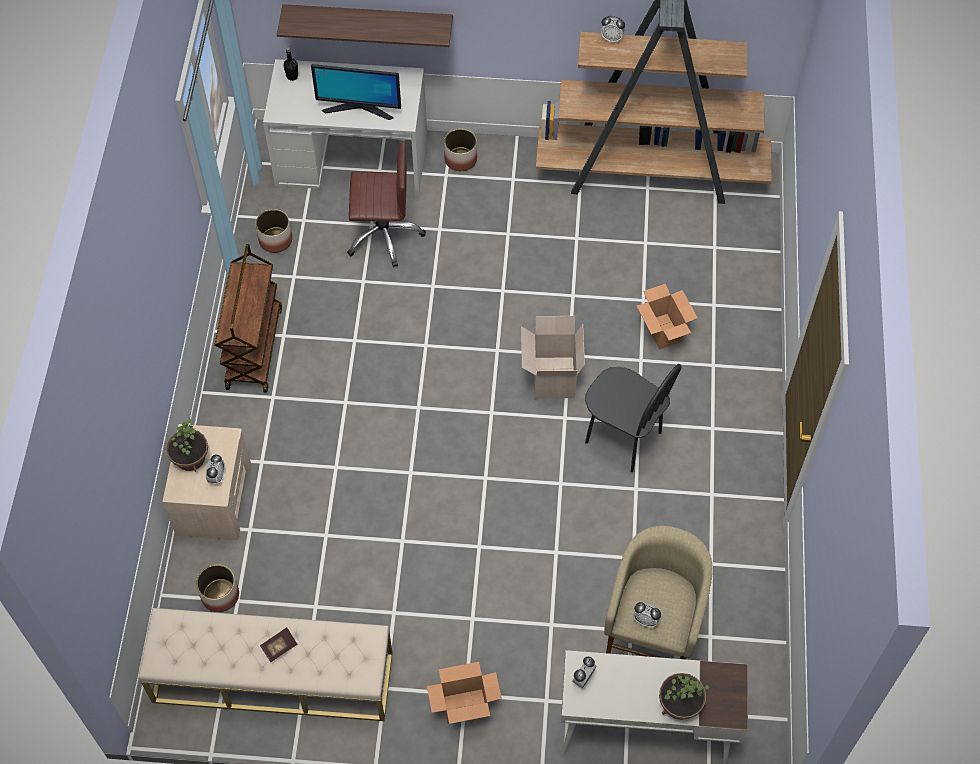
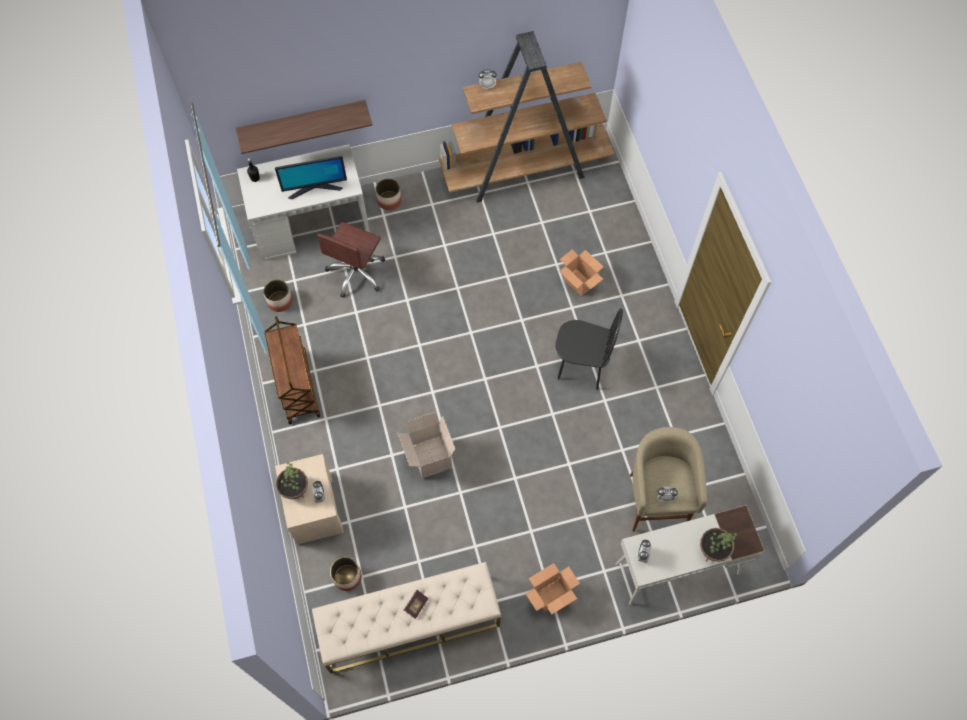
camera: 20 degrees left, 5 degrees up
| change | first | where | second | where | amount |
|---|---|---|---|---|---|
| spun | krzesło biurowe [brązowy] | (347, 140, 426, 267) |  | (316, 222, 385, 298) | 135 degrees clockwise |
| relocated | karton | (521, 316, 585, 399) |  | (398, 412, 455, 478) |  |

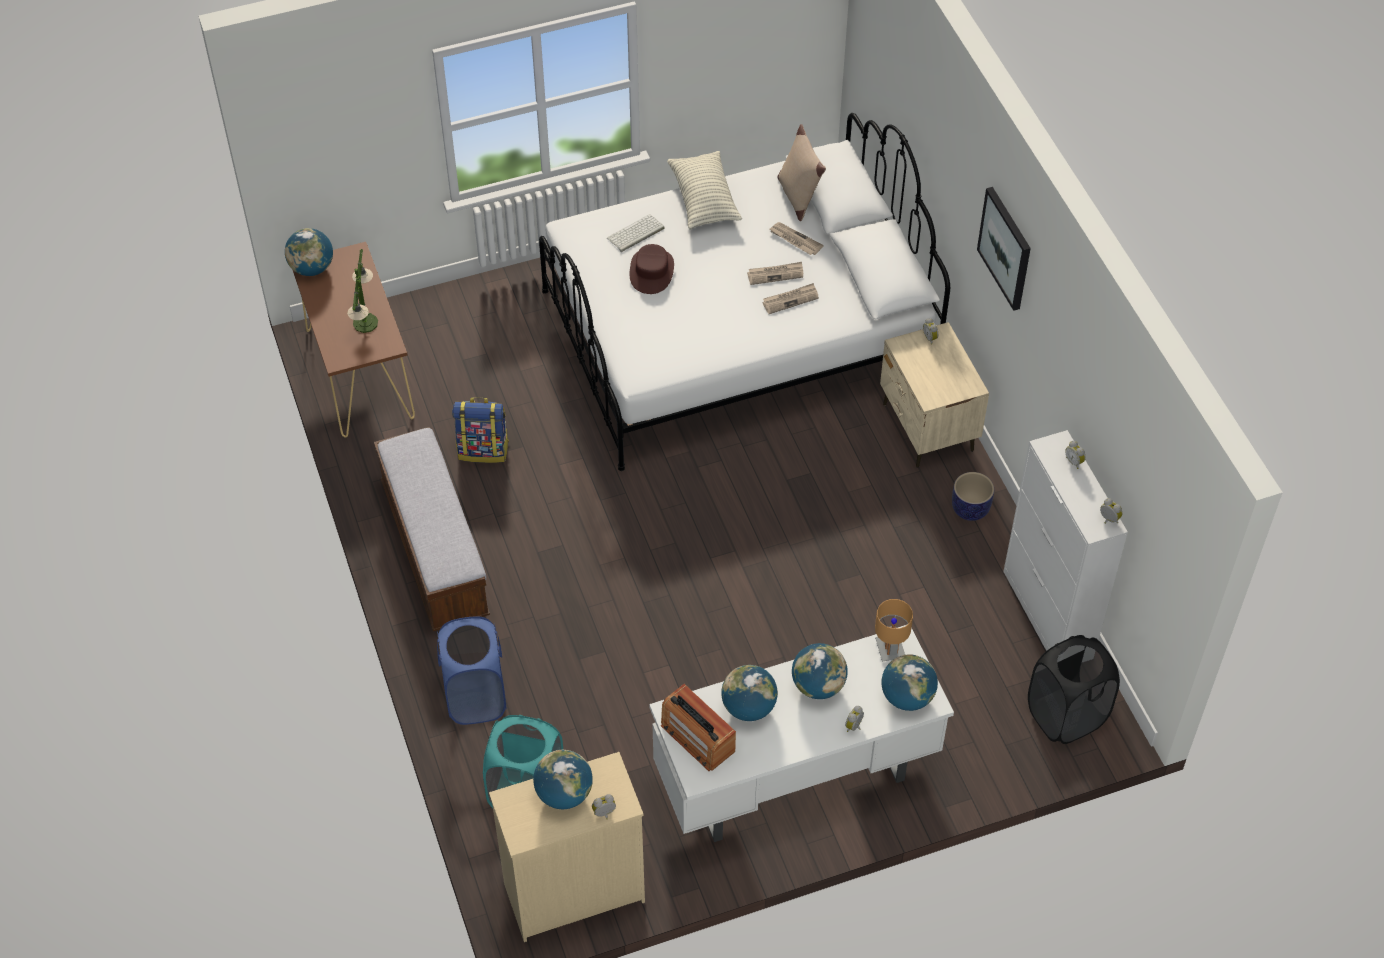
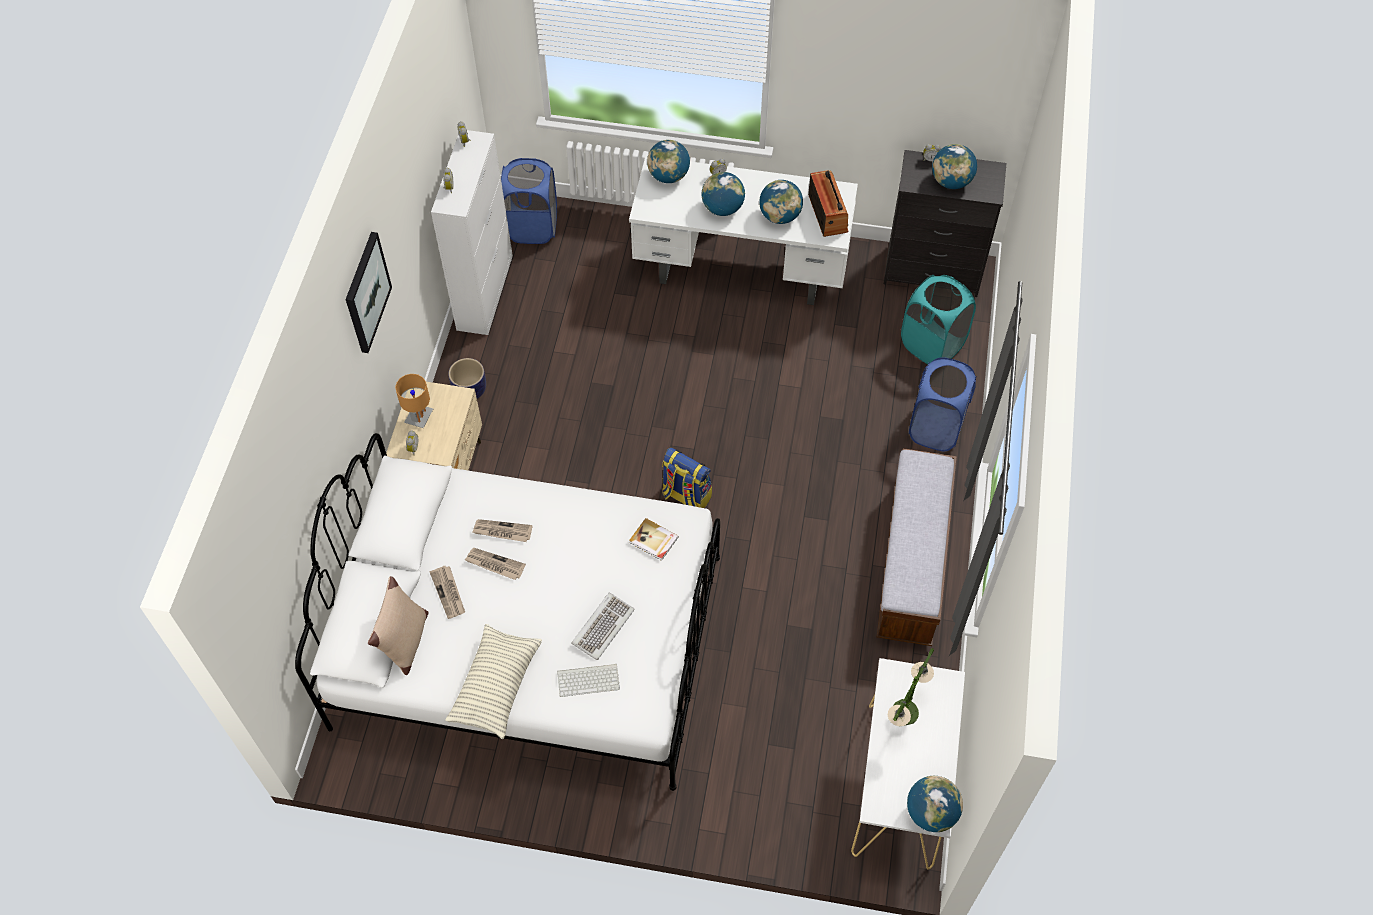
camera: 150 degrees left, 5 degrees up
| change | first | where | second | where | amount |
|---|---|---|---|---|---|
| colour | stolik konsolowy [brązowy] | (293, 242, 415, 438) | stolik konsolowy [biały] | (851, 658, 965, 870) |  |
| relocated | plecak | (452, 397, 509, 463) |  | (662, 448, 712, 508) |  |
| colour | komoda [beżowy] | (489, 752, 645, 942) | komoda [czarny] | (884, 150, 1007, 297) |  |
| exchanged | kapelusz [brązowy] | (630, 244, 674, 294) | klawiatura | (572, 592, 635, 660) |  |
| relocated | lampa stołowa [brązowy] | (875, 599, 913, 662) |  | (395, 374, 433, 428) |  |
| colour | kosz na pranie [czarny] | (1028, 635, 1120, 744) | kosz na pranie [niebieski] | (501, 158, 557, 244) |  |
| appeared |  |  | książka | (629, 518, 678, 561) |  |

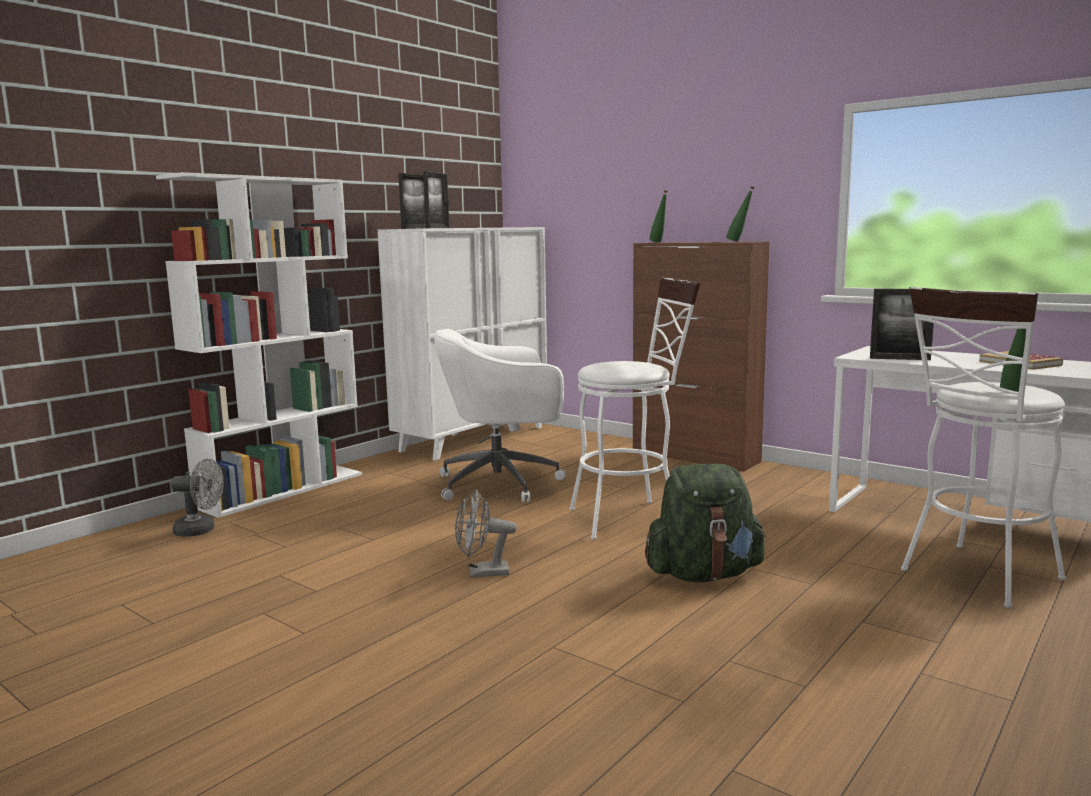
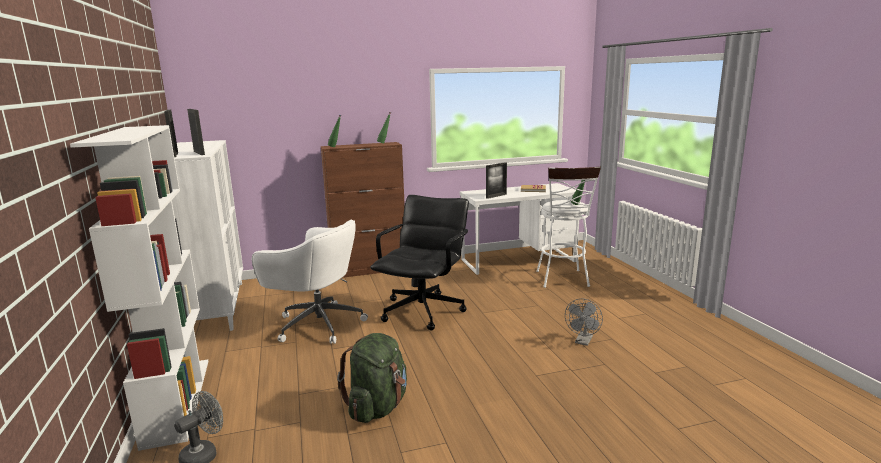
camera: 55 degrees left, 5 degrees up
| change | first | where | second | where | amount |
|---|---|---|---|---|---|
| spun | krzesło biurowe [biały] | (434, 329, 566, 503) |  | (252, 220, 368, 344) | 90 degrees counterclockwise |
| relocated | wentylator [szary] | (455, 490, 517, 578) |  | (565, 299, 603, 346) |  |
| exchanged | stołek [biały] | (569, 277, 700, 540) | krzesło biurowe [czarny] | (370, 195, 469, 330) |  |
| relocated | plecak [zielony] | (645, 464, 766, 582) |  | (337, 333, 407, 423) |  |

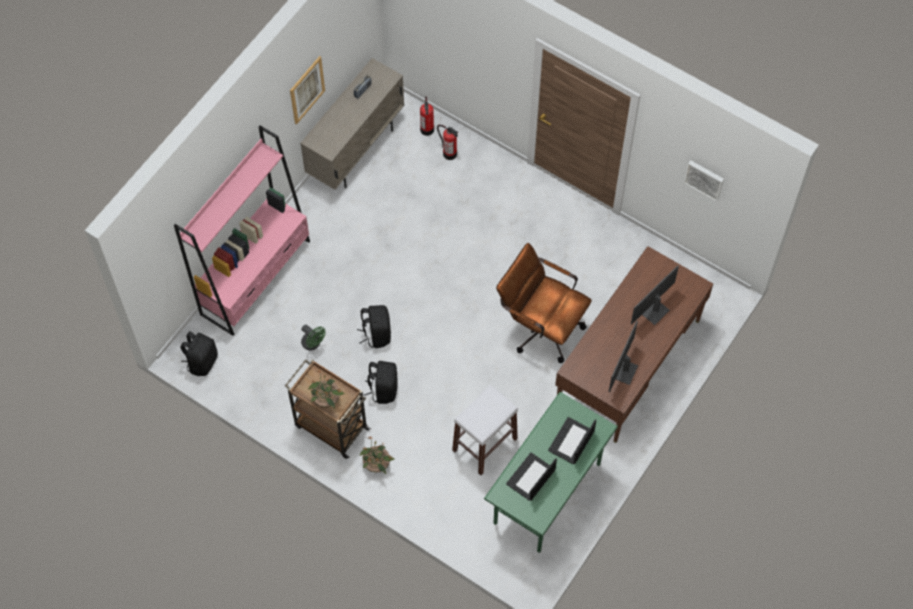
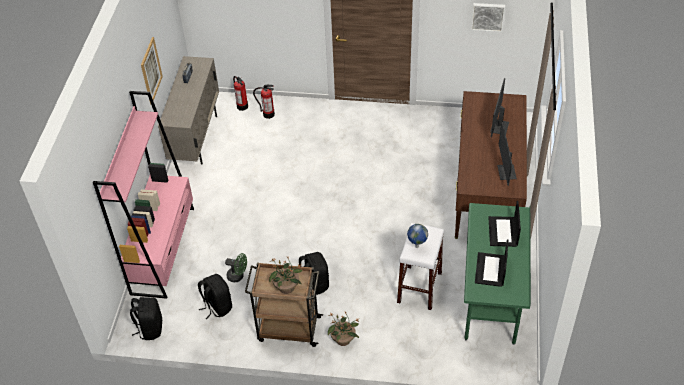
camera: 25 degrees left, 15 degrees down
| change | first | where | second | where | amount |
|---|---|---|---|---|---|
| relocated | plecak [czarny] | (357, 305, 391, 348) |  | (198, 274, 232, 320) |  |
| missing | krzesło biurowe [brązowy] | (496, 243, 592, 363) |  |  |  |
| appeared |  |  | globus | (407, 224, 428, 248) |  |

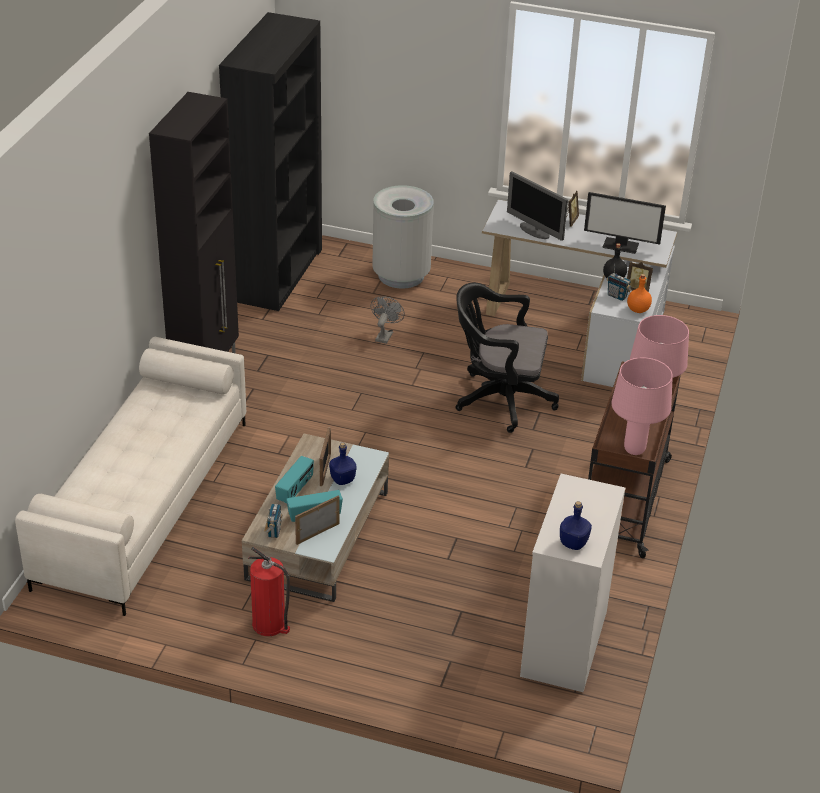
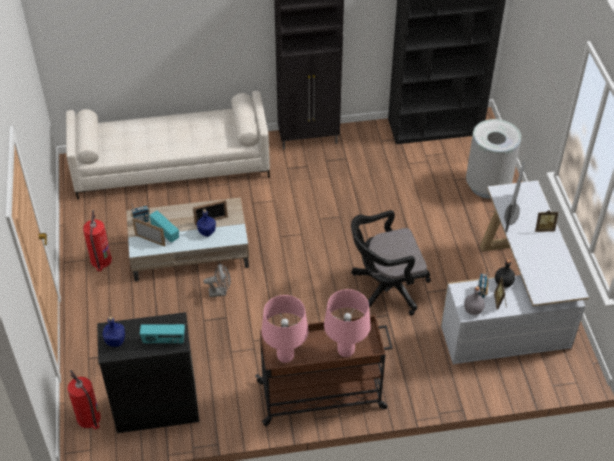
camera: 65 degrees right, 10 degrees up
| change | first | where | second | where | amount |
|---|---|---|---|---|---|
| relocated | radio | (275, 456, 314, 503) |  | (140, 324, 185, 344) |  |
| relocated | wentylator [szary] | (370, 296, 405, 344) |  | (204, 263, 231, 297) |  |
| spun | krzesło biurowe [czarny] | (456, 283, 559, 433) |  | (351, 210, 431, 315) | 90 degrees counterclockwise |
| colour | komoda [biały] | (520, 474, 625, 692) | komoda [czarny] | (97, 312, 199, 433) |  |
| missing | monitor | (584, 192, 666, 254) |  |  |  |
| colour | butelka [pomarańczowy] | (627, 274, 652, 313) | butelka [szary] | (464, 286, 485, 315) |  |
| appeared |  |  | gaśnica | (67, 370, 101, 430) |  |

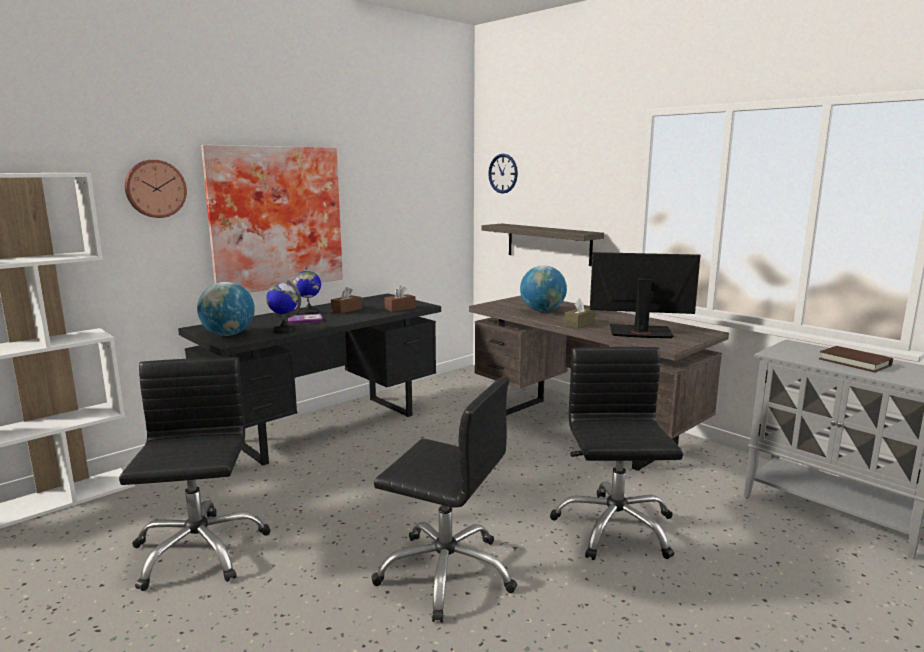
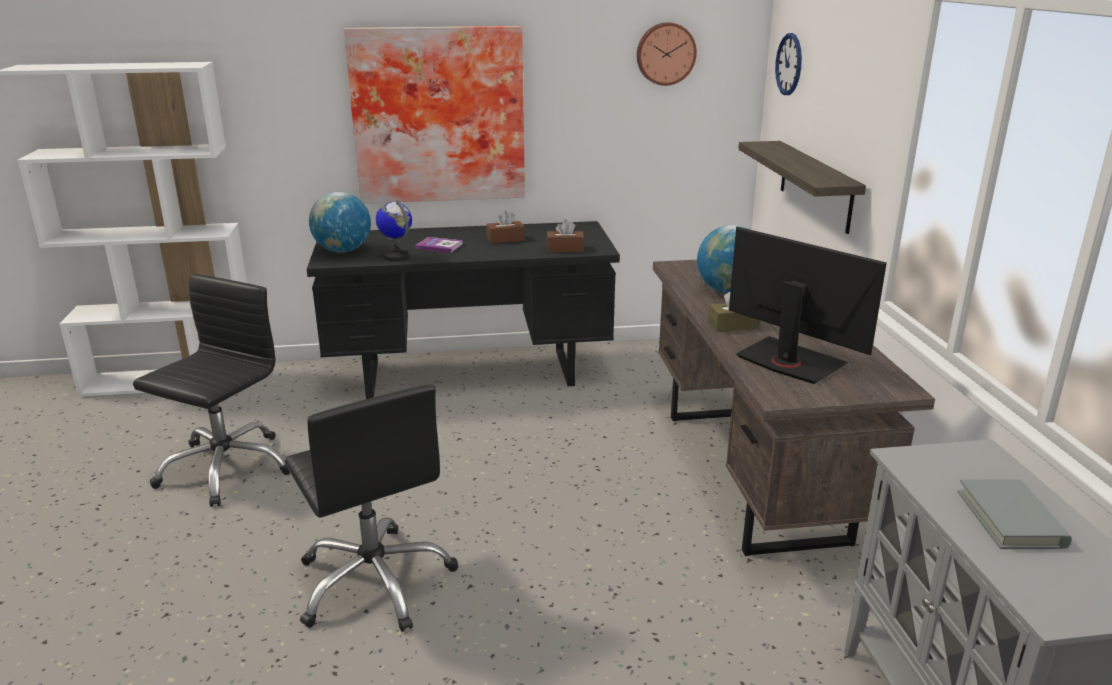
camera: 35 degrees right, 10 degrees up
| change | first | where | second | where | amount |
|---|---|---|---|---|---|
| relocated | zegar ścienny | (125, 160, 187, 218) |  | (637, 22, 697, 86) |  |
| missing | globus | (293, 266, 321, 315) |  |  |  |
| missing | krzesło biurowe [czarny] | (550, 347, 683, 560) |  |  |  |
| colour | książka [brązowy] | (819, 346, 893, 373) | książka [szary] | (957, 479, 1072, 549) |  |

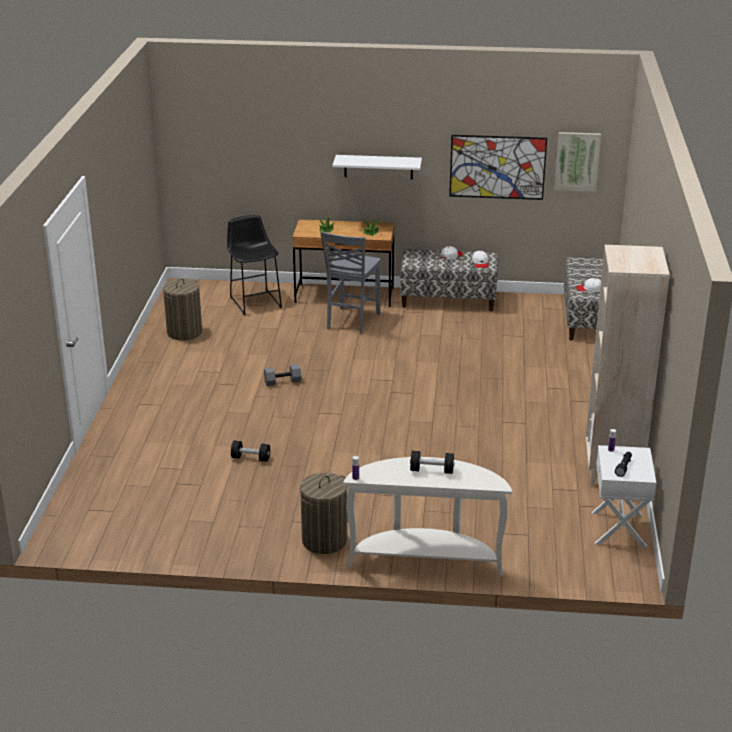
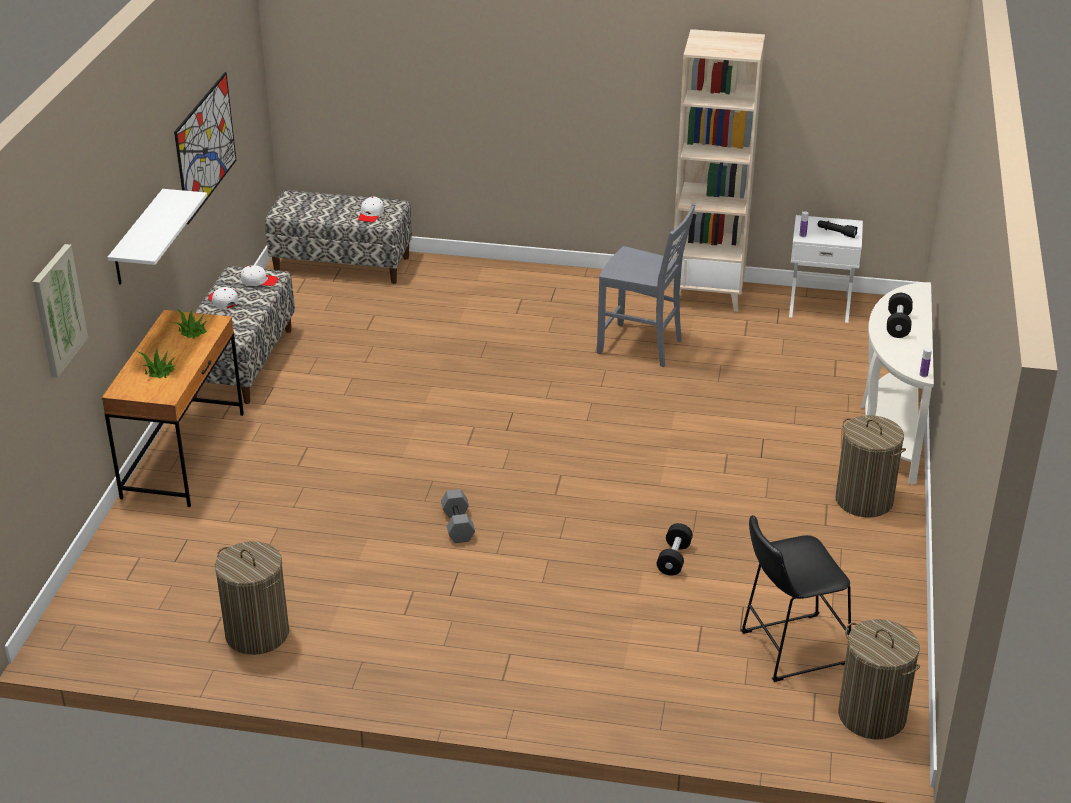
camera: 85 degrees left, 5 degrees up
| change | first | where | second | where | amount |
|---|---|---|---|---|---|
| relocated | stołek [czarny] | (227, 215, 282, 315) |  | (741, 515, 851, 682) |  |
| relocated | krzesło [szary] | (320, 231, 381, 334) |  | (597, 203, 696, 367) |  |
| relocated | obraz | (554, 132, 601, 192) |  | (33, 244, 88, 378) |  |
| appeared |  |  | kosz na pranie | (838, 619, 920, 739) |  |

